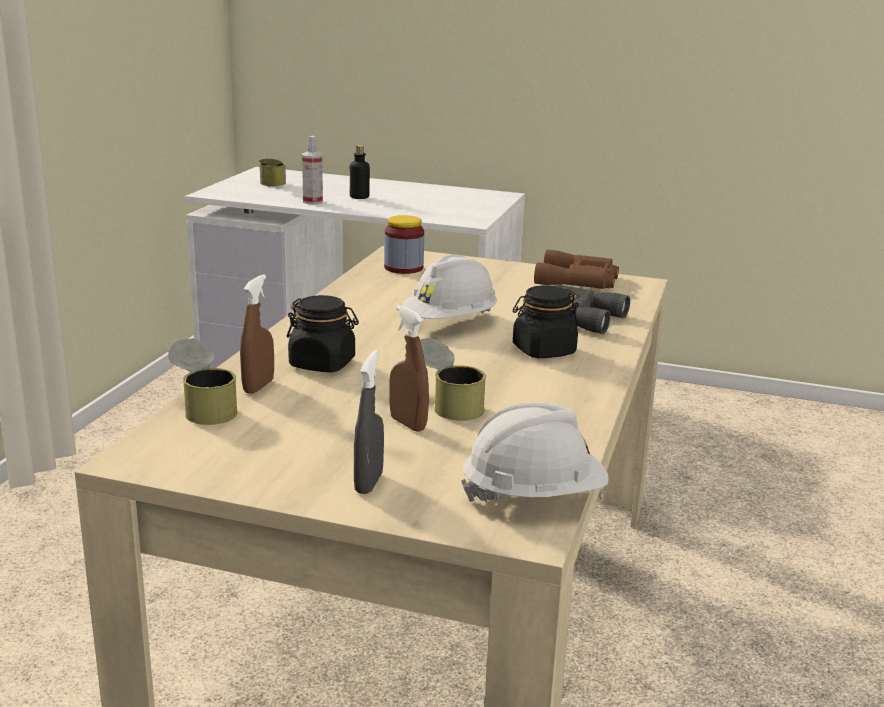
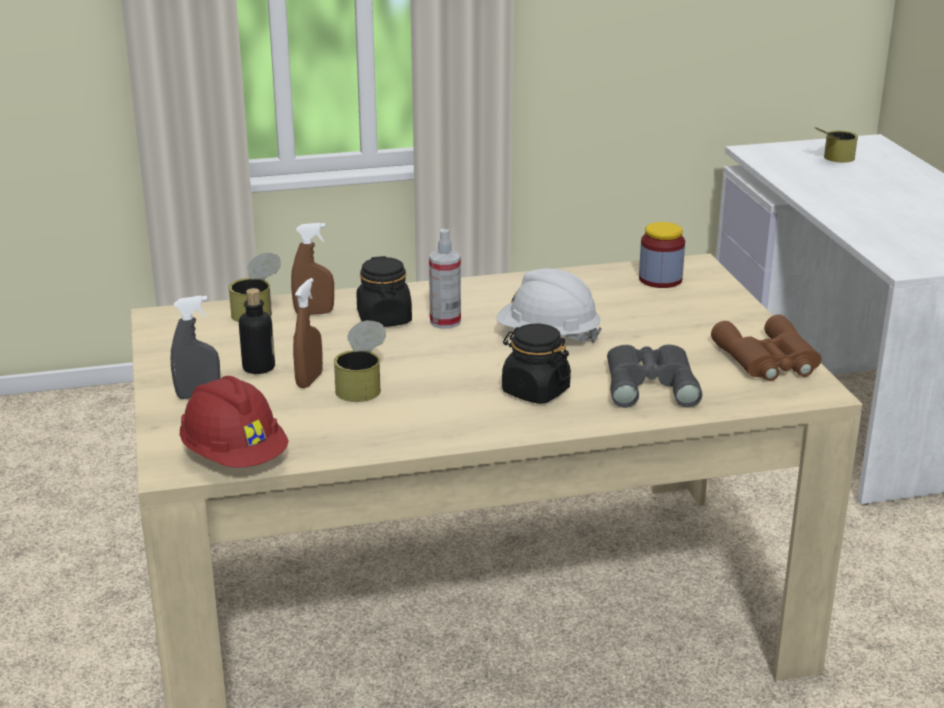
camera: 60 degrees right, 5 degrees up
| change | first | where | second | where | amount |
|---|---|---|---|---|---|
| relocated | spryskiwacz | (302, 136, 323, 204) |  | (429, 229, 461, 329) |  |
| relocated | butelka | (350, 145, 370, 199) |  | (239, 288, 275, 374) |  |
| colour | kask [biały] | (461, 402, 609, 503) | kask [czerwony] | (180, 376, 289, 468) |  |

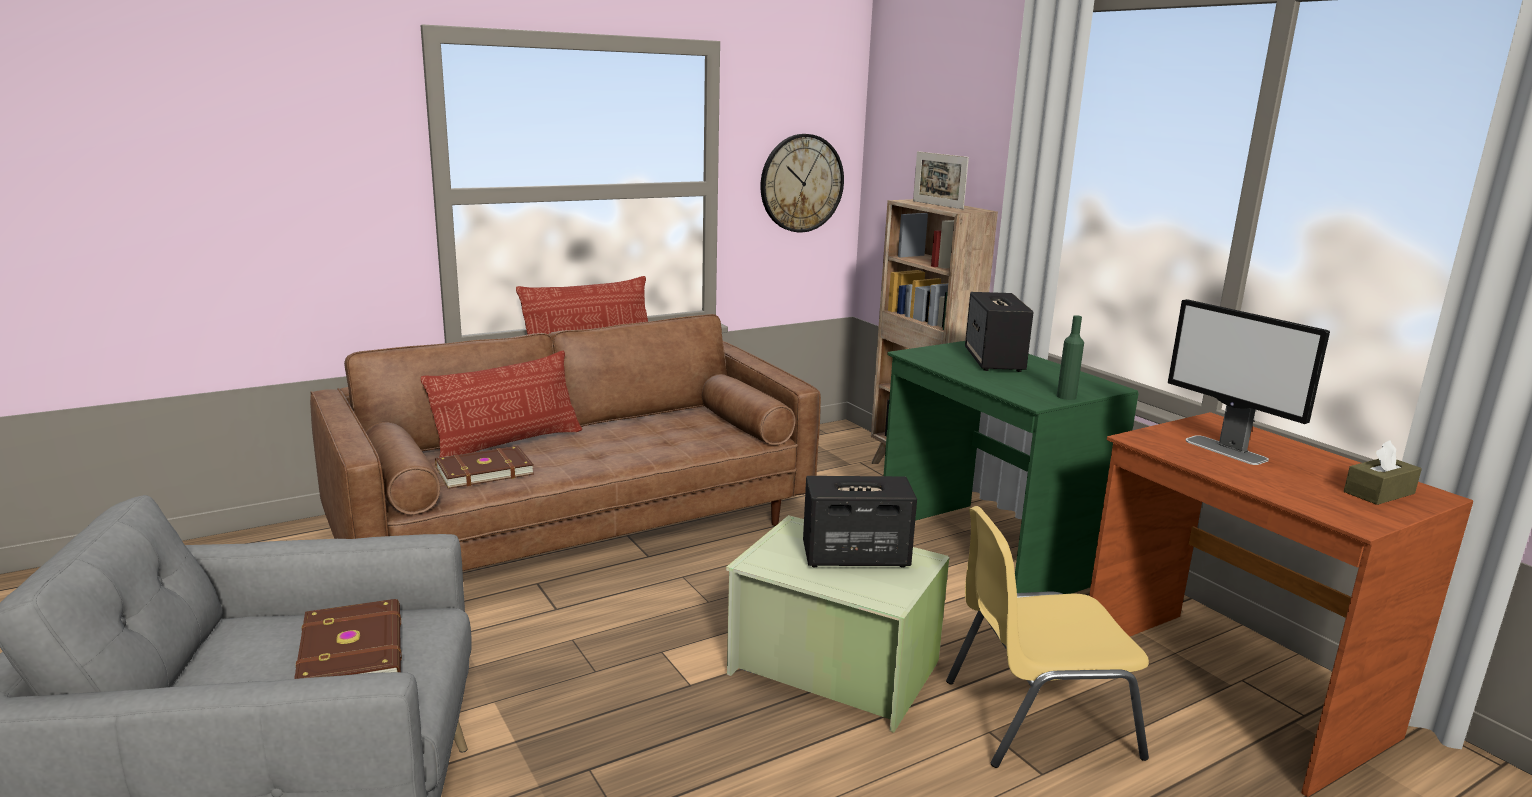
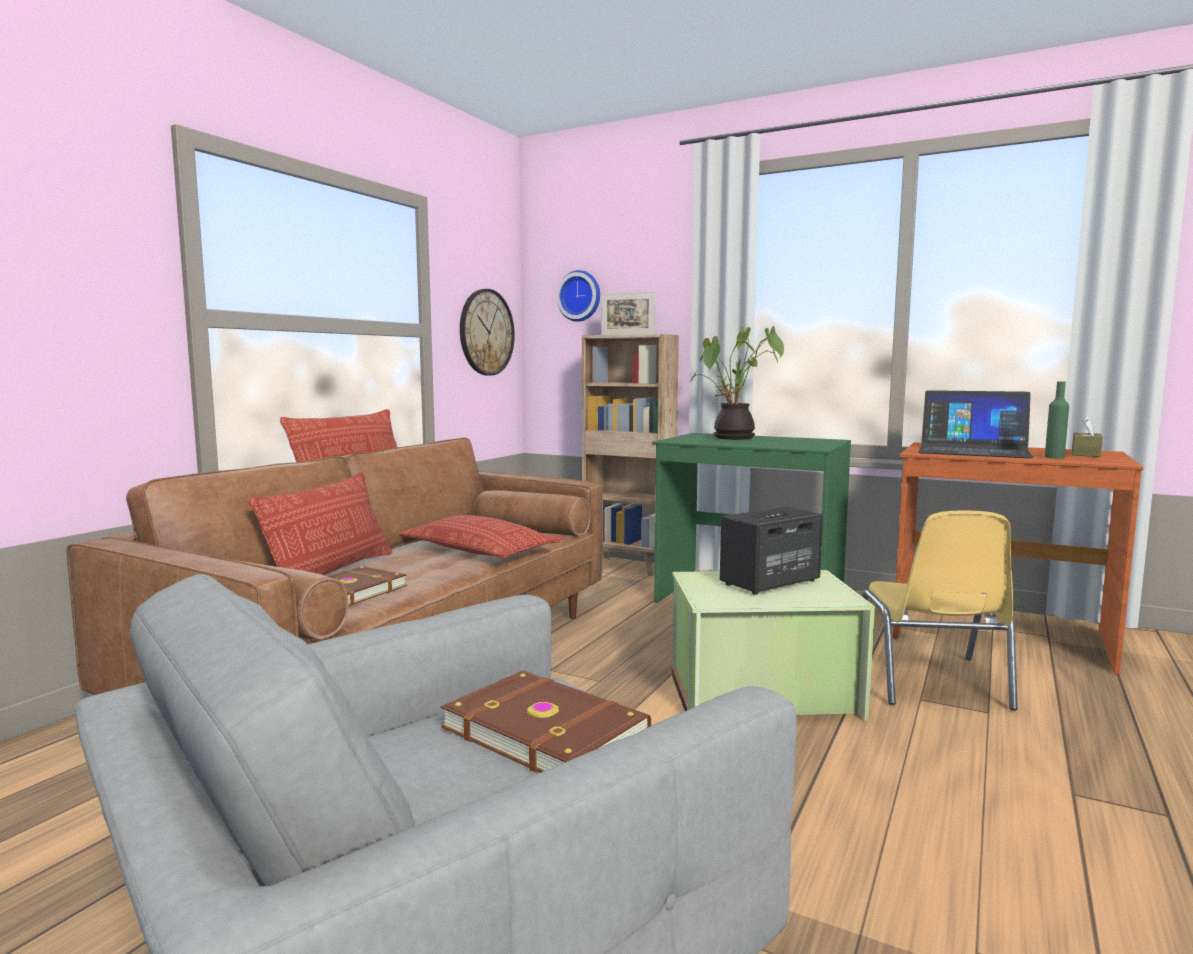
camera: 30 degrees left, 10 degrees down
| change | first | where | second | where | amount |
|---|---|---|---|---|---|
| spun | krzesło [żółty] | (946, 506, 1149, 768) |  | (862, 511, 1018, 710) | 45 degrees counterclockwise |
| exchanged | głośnik | (965, 292, 1034, 372) | roślina doniczkowa | (689, 326, 784, 440) |  |
| relocated | butelka [zielony] | (1057, 315, 1084, 400) |  | (1045, 381, 1069, 459) |  |
| exchanged | monitor | (1168, 299, 1330, 465) | laptop | (918, 390, 1034, 458) |  |
| appeared |  |  | poduszka | (399, 515, 564, 558) |  |
| appeared |  |  | zegar ścienny | (556, 270, 600, 322) |  |

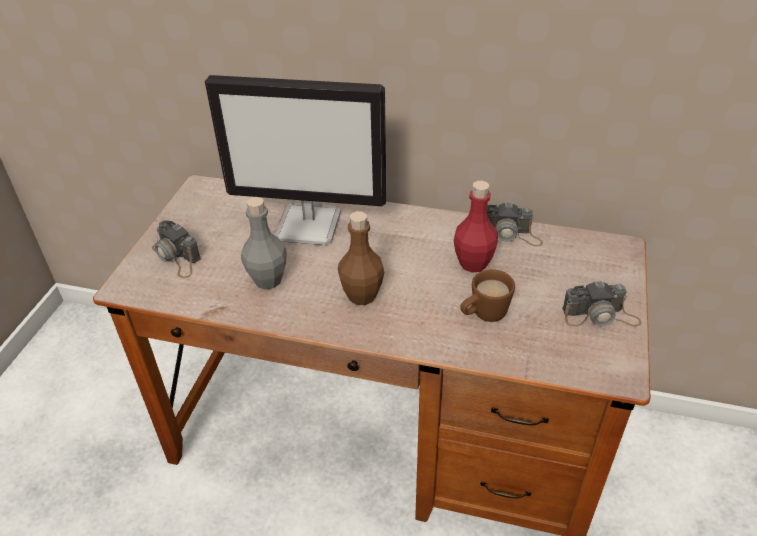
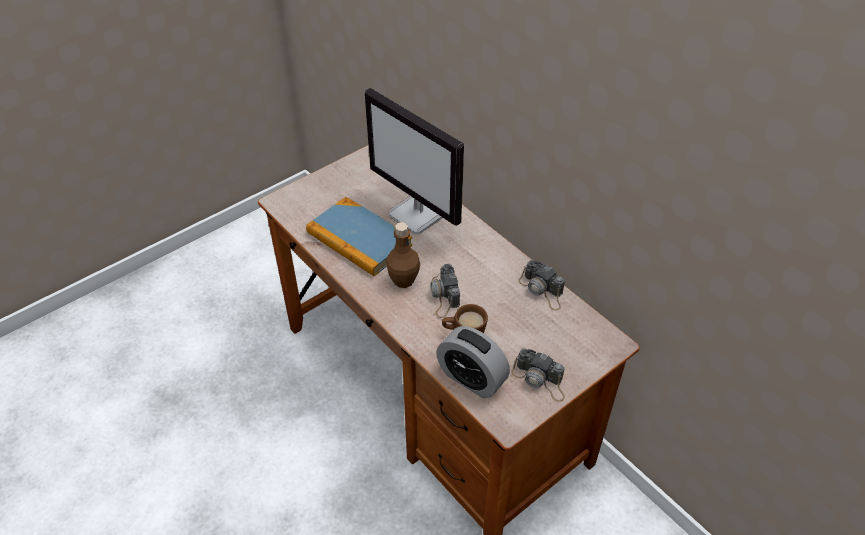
camera: 35 degrees right, 5 degrees up
| change | first | where | second | where | amount |
|---|---|---|---|---|---|
| relocated | aparat fotograficzny | (152, 220, 201, 278) |  | (431, 264, 460, 318) |  |
| exchanged | butelka [szary] | (241, 197, 287, 290) | książka | (306, 197, 412, 276) |  |
| missing | butelka [czerwony] | (454, 181, 498, 273) |  |  |  |
| appeared |  |  | budzik | (436, 326, 510, 398) |  |

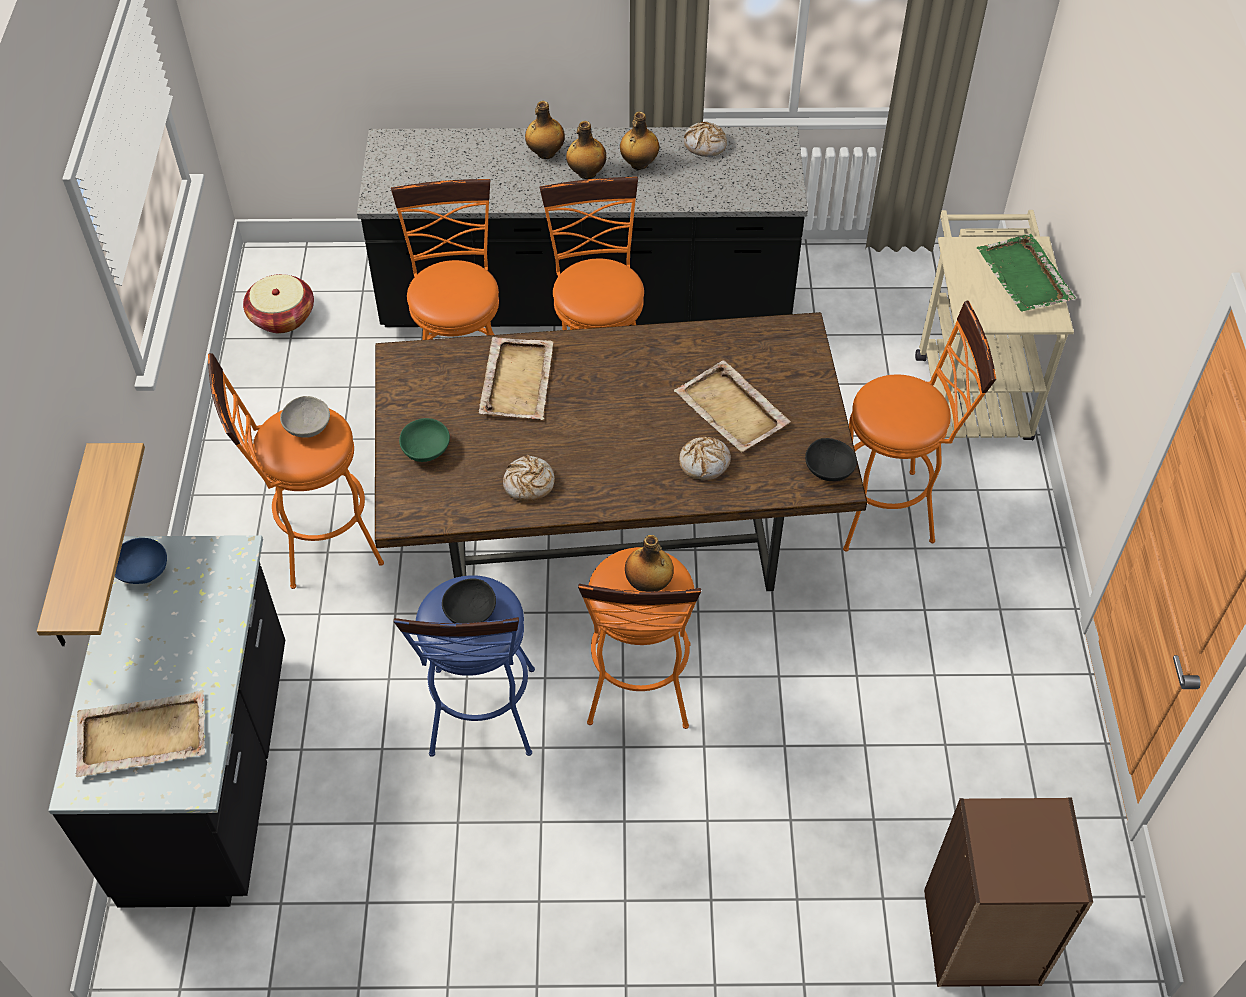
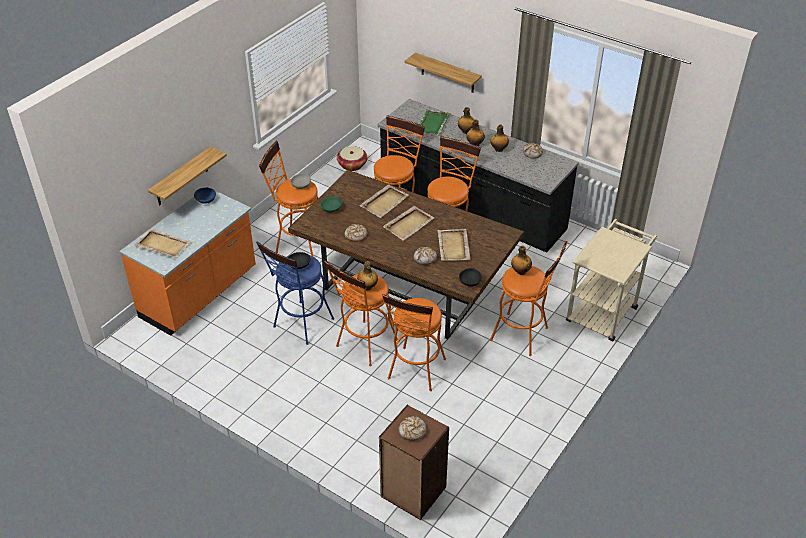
camera: 35 degrees right, 10 degrees down
| change | first | where | second | where | amount |
|---|---|---|---|---|---|
| colour | zabudowa kuchenna [czarny] | (48, 535, 285, 908) | zabudowa kuchenna [pomarańczowy] | (119, 187, 256, 336) |  |
| relocated | taca [zielony] | (977, 234, 1076, 312) |  | (419, 110, 451, 135) |  |
| appeared |  |  | stołek [pomarańczowy] | (382, 294, 446, 391) |  |
| appeared |  |  | taca [beżowy] | (383, 206, 434, 241) |  |
| appeared |  |  | chleb | (399, 416, 426, 441) |  |
| appeared |  |  | półka | (404, 53, 482, 93) |  |
| appeared |  |  | butelka | (511, 246, 532, 275) |  |

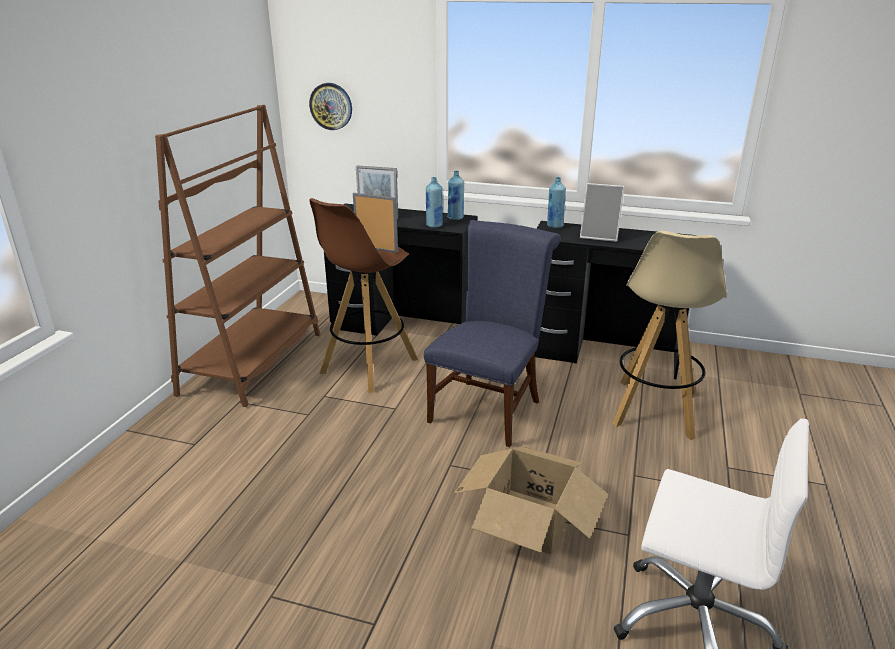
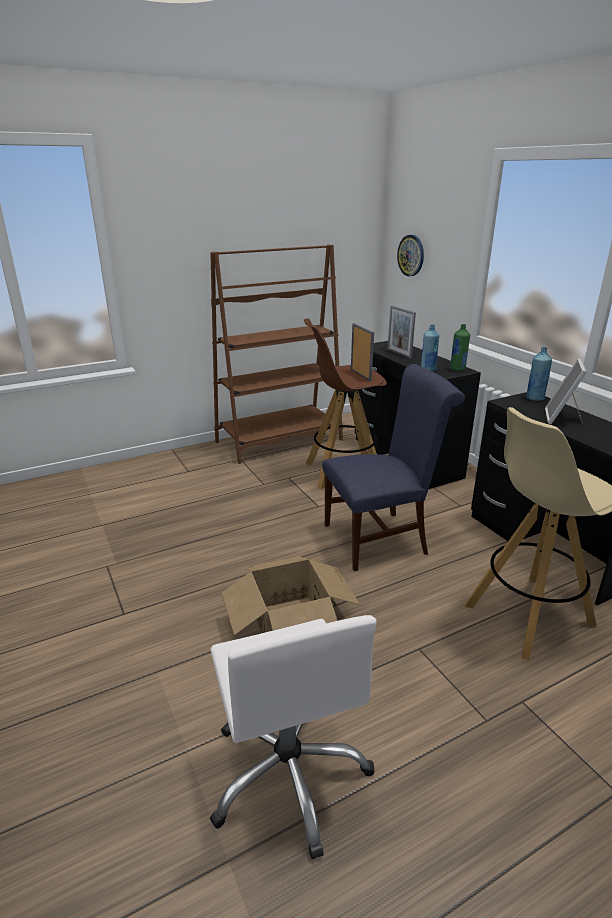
camera: 45 degrees right, 0 degrees up
| change | first | where | second | where | amount |
|---|---|---|---|---|---|
| colour | butelka [niebieski] | (447, 171, 464, 220) | butelka [zielony] | (450, 324, 470, 371) |  |
| spun | ramka na zdjęcie | (580, 183, 625, 242) |  | (545, 359, 587, 424) | 45 degrees clockwise |

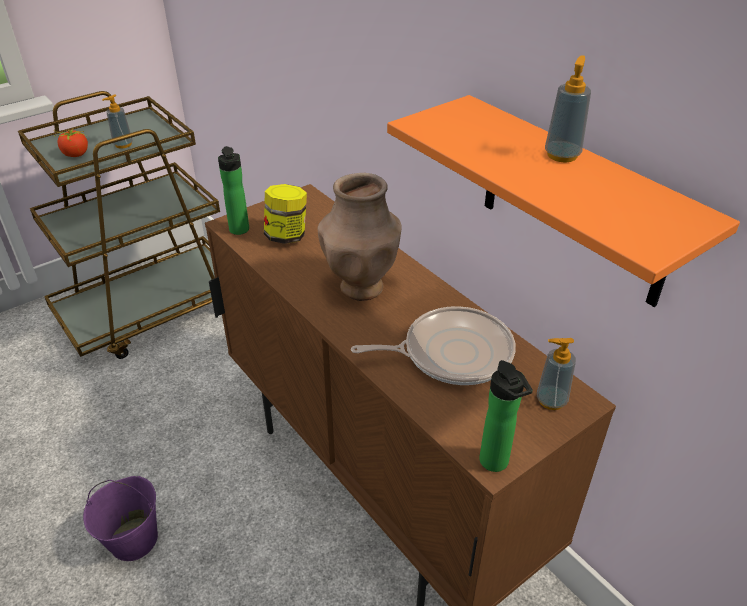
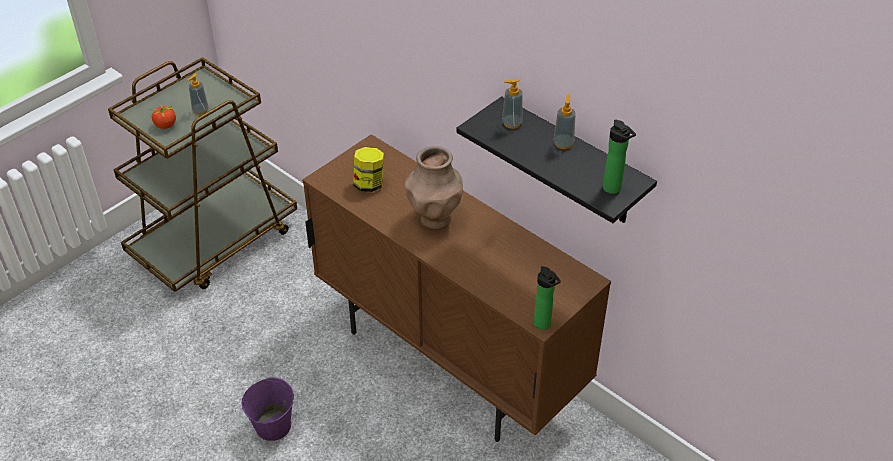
camera: 10 degrees left, 5 degrees up
| change | first | where | second | where | amount |
|---|---|---|---|---|---|
| relocated | butelka | (218, 146, 249, 235) |  | (603, 120, 636, 194) |  |
| missing | patelnia | (351, 306, 516, 385) |  |  |  |
| colour | półka [pomarańczowy] | (387, 95, 740, 307) | półka [czarny] | (457, 96, 657, 223) |  |
| relocated | dozownik mydła | (537, 338, 576, 410) |  | (502, 79, 523, 129) |  |

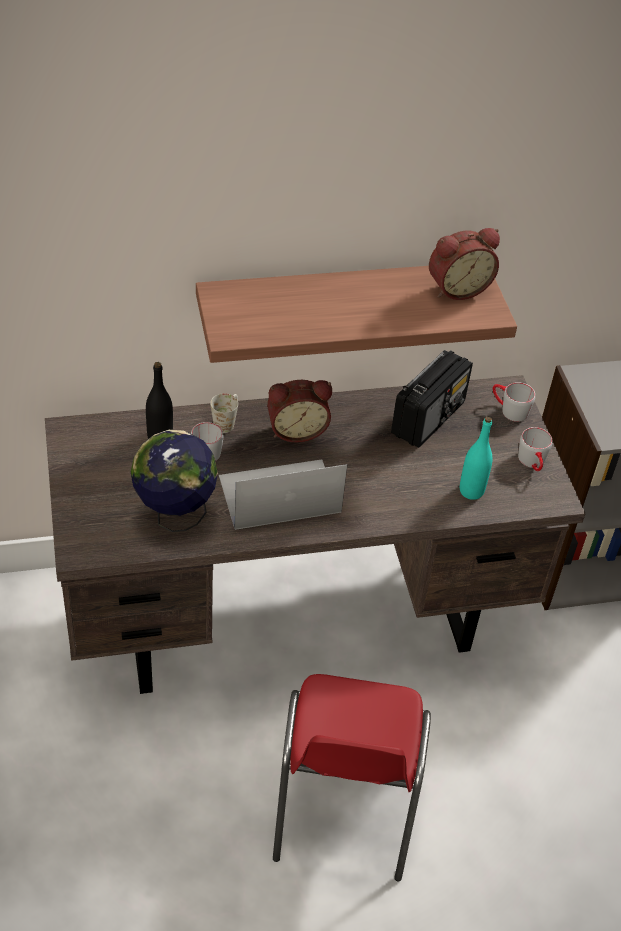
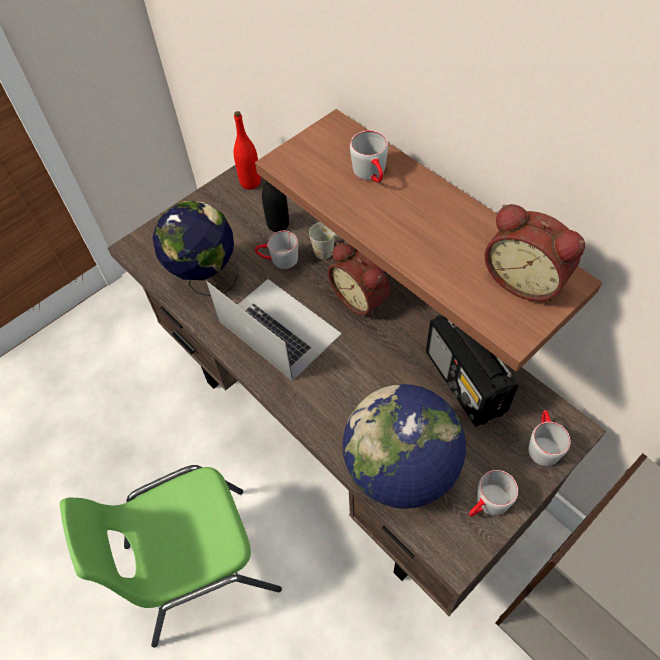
camera: 65 degrees right, 10 degrees up
| change | first | where | second | where | amount |
|---|---|---|---|---|---|
| colour | krzesło [czerwony] | (273, 674, 431, 881) | krzesło [zielony] | (60, 465, 282, 648) |  |
| spun | radio | (391, 350, 473, 448) |  | (426, 315, 518, 427) | 60 degrees clockwise |
| exchanged | butelka [turkusowy] | (460, 416, 493, 500) | globus | (343, 384, 466, 509) |  |
| appeared |  |  | butelka [czerwony] | (234, 111, 261, 190) |  |
| appeared |  |  | kubek [szary] | (350, 131, 388, 183) |  |

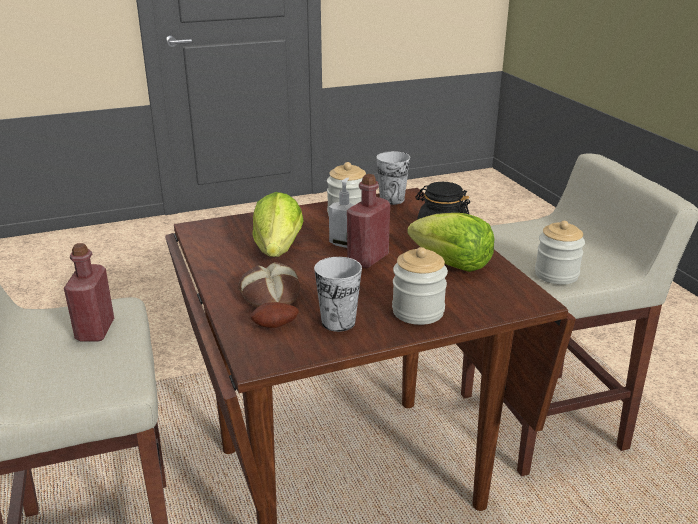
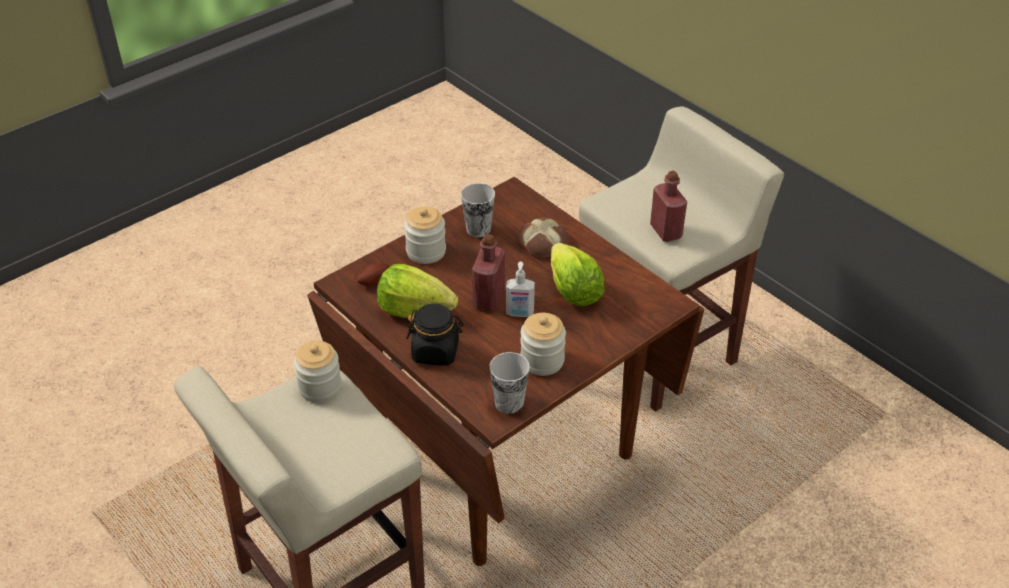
camera: 160 degrees right, 15 degrees up
| change | first | where | second | where | amount |
|---|---|---|---|---|---|
| relocated | ziemniak | (250, 302, 299, 328) |  | (357, 263, 390, 286) |  |

